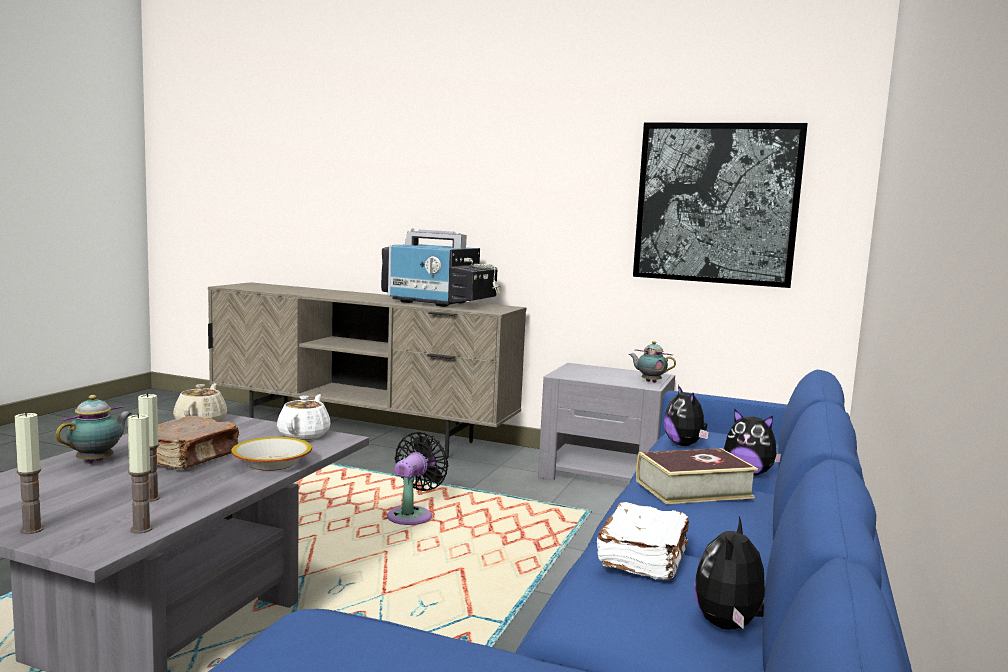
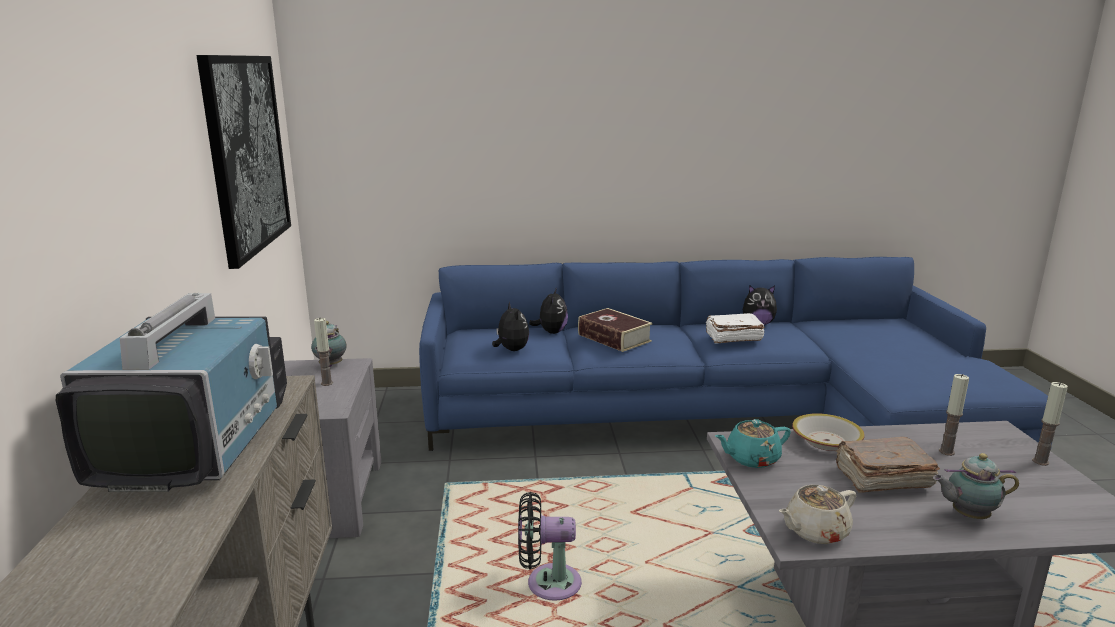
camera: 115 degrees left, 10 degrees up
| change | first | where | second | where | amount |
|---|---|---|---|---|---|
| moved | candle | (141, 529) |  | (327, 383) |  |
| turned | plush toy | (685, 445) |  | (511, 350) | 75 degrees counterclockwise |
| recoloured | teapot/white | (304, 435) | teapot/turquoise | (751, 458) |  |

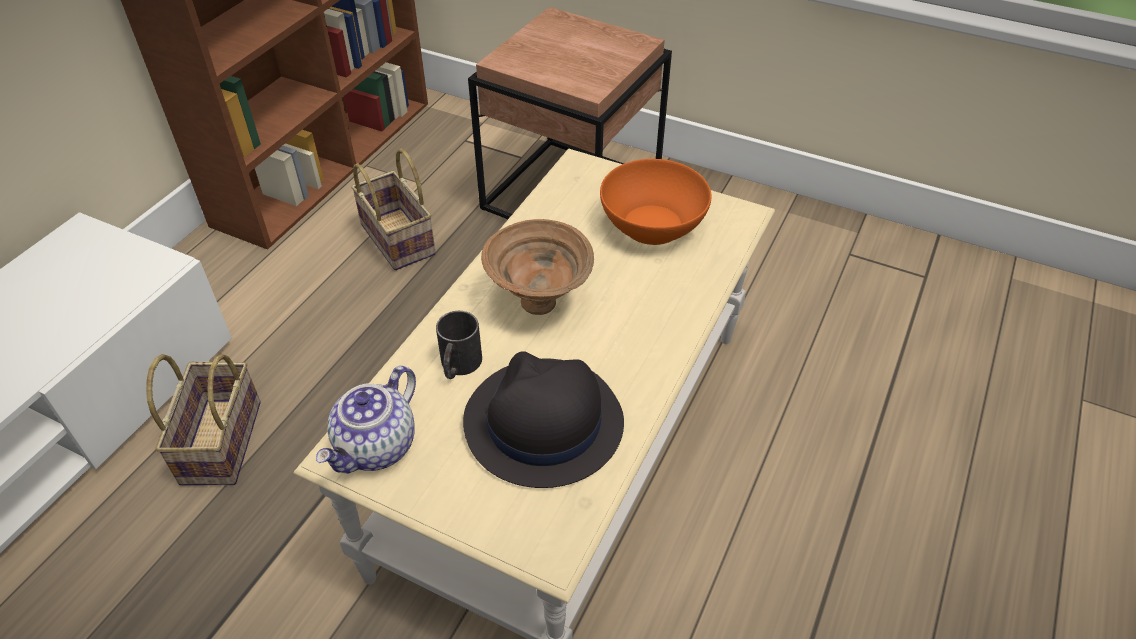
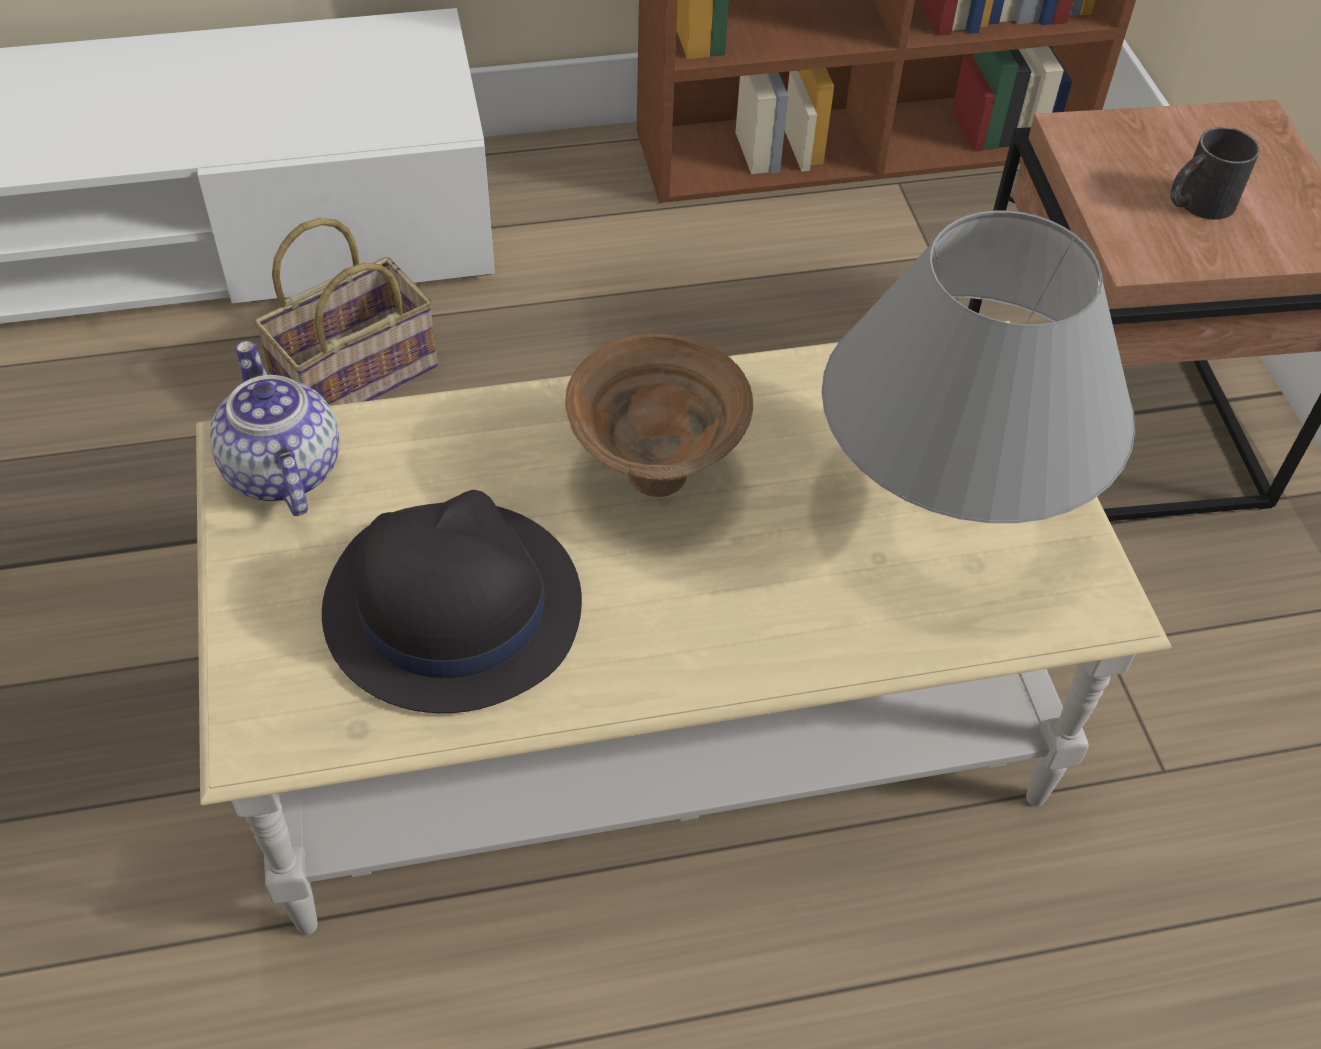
camera: 50 degrees right, 5 degrees up
| change | first | where | second | where | amount |
|---|---|---|---|---|---|
| turned | teapot | (377, 447) |  | (281, 470) | 75 degrees clockwise |
| replaced | bowl/orange | (652, 225) | table lamp/grey | (946, 509) |  |
| moved | mug/black | (458, 366) |  | (1197, 204) |  |
| removed | basket | (400, 240) |  |  |  |

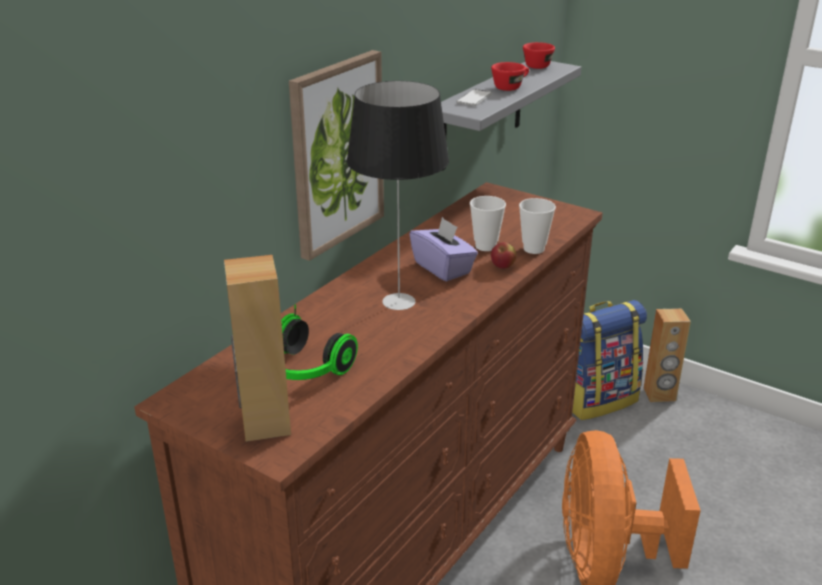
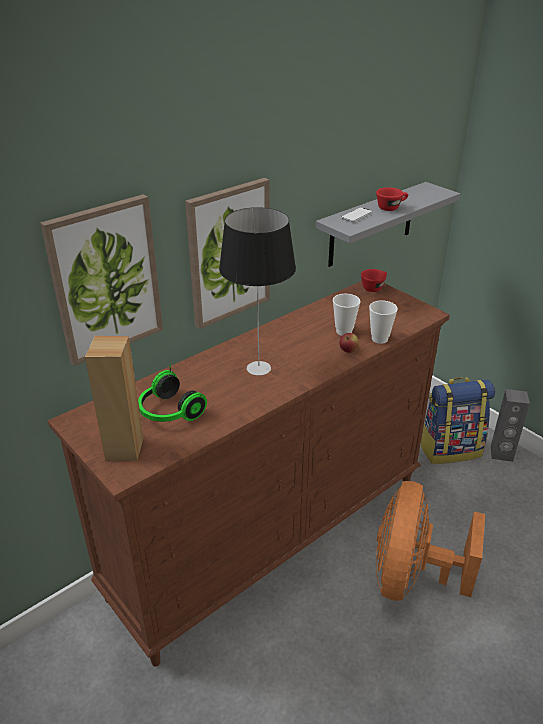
camera: 15 degrees right, 5 degrees up
| change | first | where | second | where | amount |
|---|---|---|---|---|---|
| added |  |  | picture | (105, 280) |  |
| moved | cup/red | (538, 65) |  | (374, 287) |  |
| recoloured | speaker/brown | (659, 394) | speaker/grey | (501, 454) |  |
| removed | tissue box/purple | (443, 268) |  |  |  |

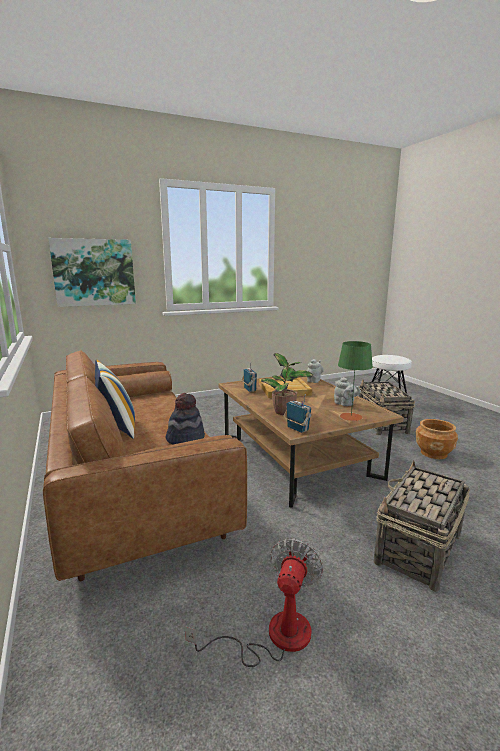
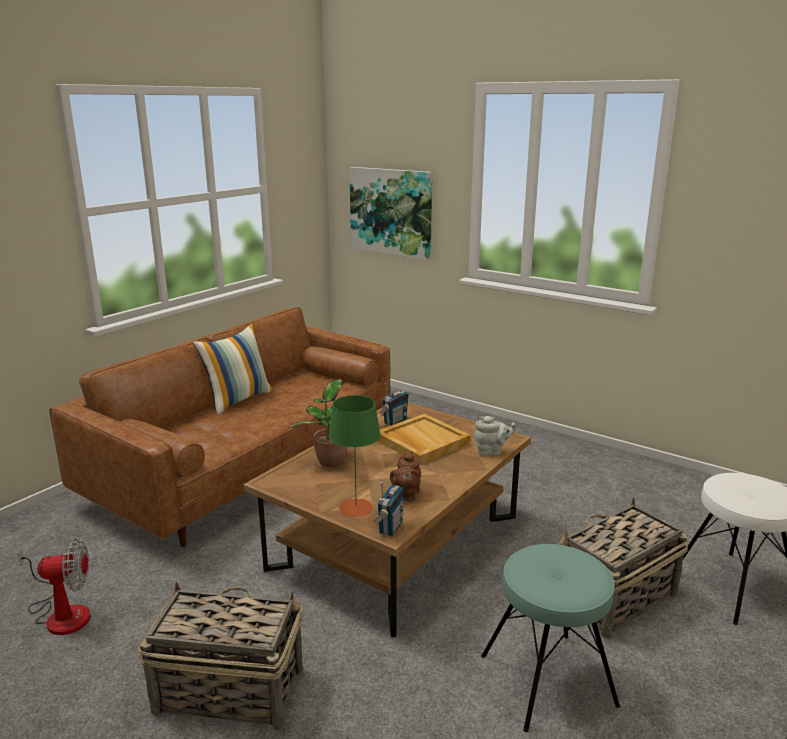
camera: 60 degrees right, 5 degrees up
| change | first | where | second | where | amount |
|---|---|---|---|---|---|
| moved | radio | (297, 429) |  | (390, 527) |  |
| recoloured | teapot/grey | (345, 404) | teapot/brown | (406, 495) |  |
| replaced | planter/brown | (434, 453) | stool/turquoise | (547, 680) |  |
| removed | hat | (185, 439) |  |  |  |

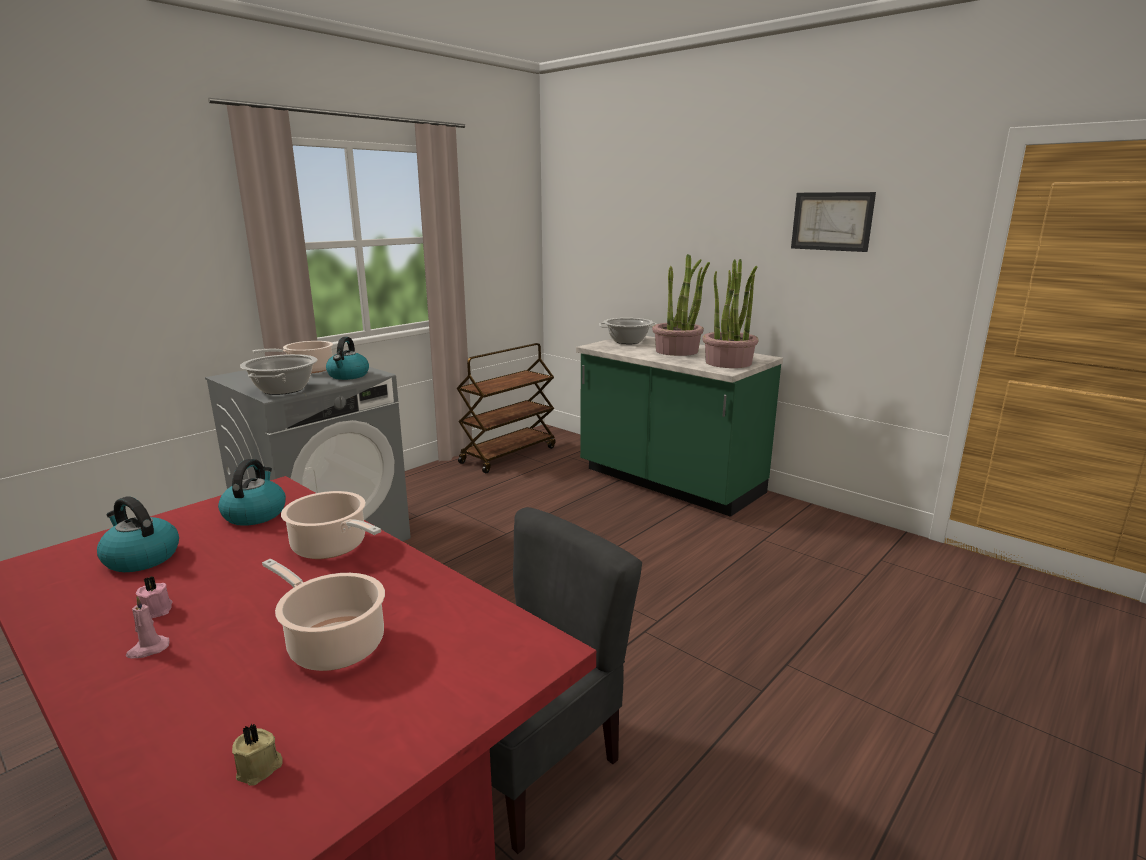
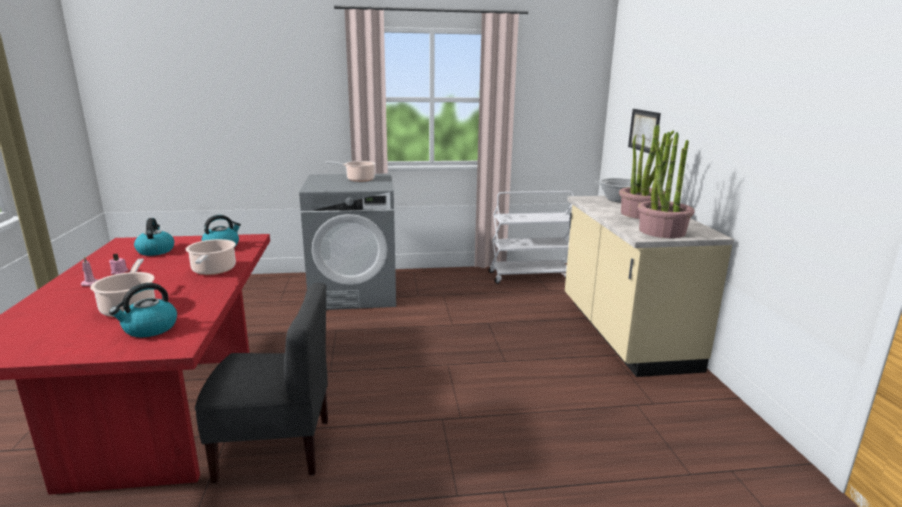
camera: 40 degrees right, 0 degrees up
| change | first | where | second | where | amount |
|---|---|---|---|---|---|
| moved | kettle | (348, 376) |  | (149, 329) |  |
| recoloured | cart/brown | (508, 454) | cart/white | (530, 276) |  |
| recoloured | counter/green | (669, 482) | counter/beige | (623, 333) |  |
| moved | picture | (831, 221) |  | (644, 130) |  |
| removed | candle/beige | (260, 769) |  |  |  |
| removed | cooking pot | (283, 389) |  |  |  |

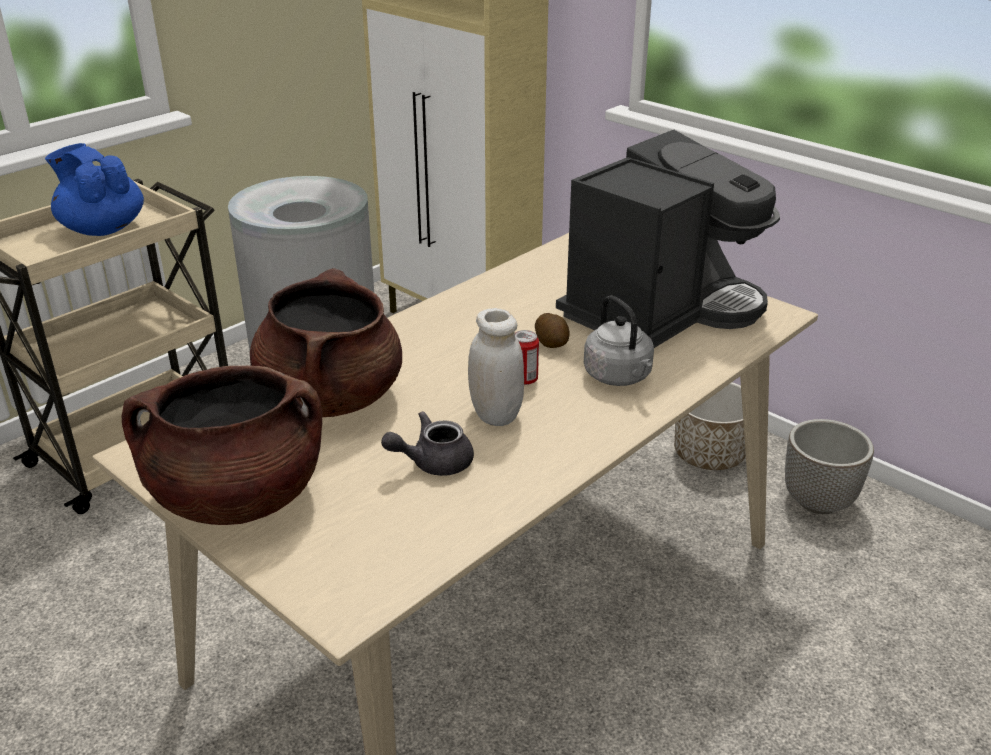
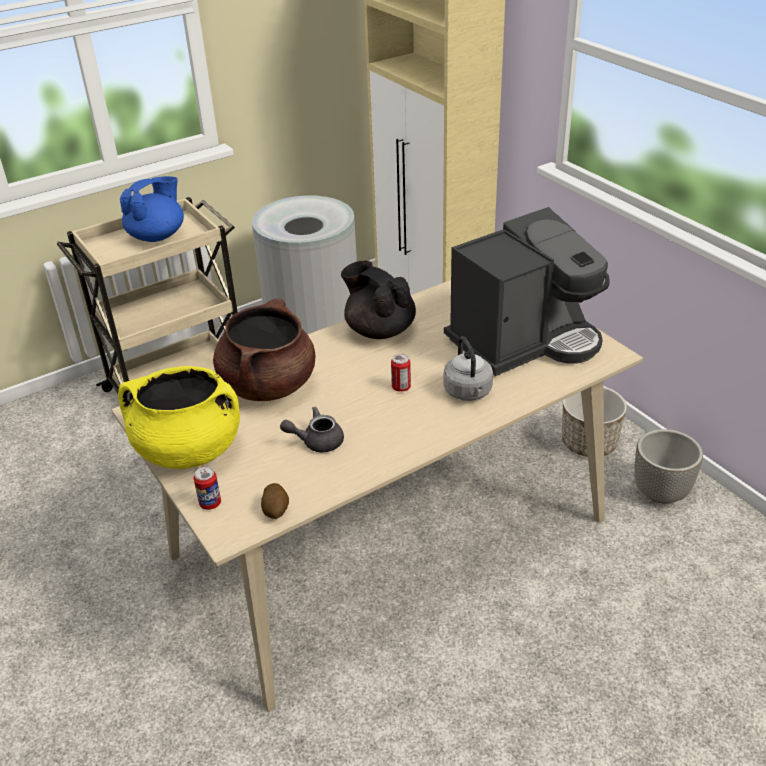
camera: 15 degrees right, 5 degrees up
| change | first | where | second | where | amount |
|---|---|---|---|---|---|
| recoloured | cooking pot/brown | (237, 498) | cooking pot/yellow | (188, 450) |  |
| turned | teapot/blue | (102, 229) |  | (157, 236) | 75 degrees clockwise |
| added |  |  | can | (210, 503) |  |
| moved | potato | (552, 343) |  | (276, 510) |  |
| added |  |  | teapot/black | (379, 330) |  |
| removed | jar/white | (496, 415) |  |  |  |

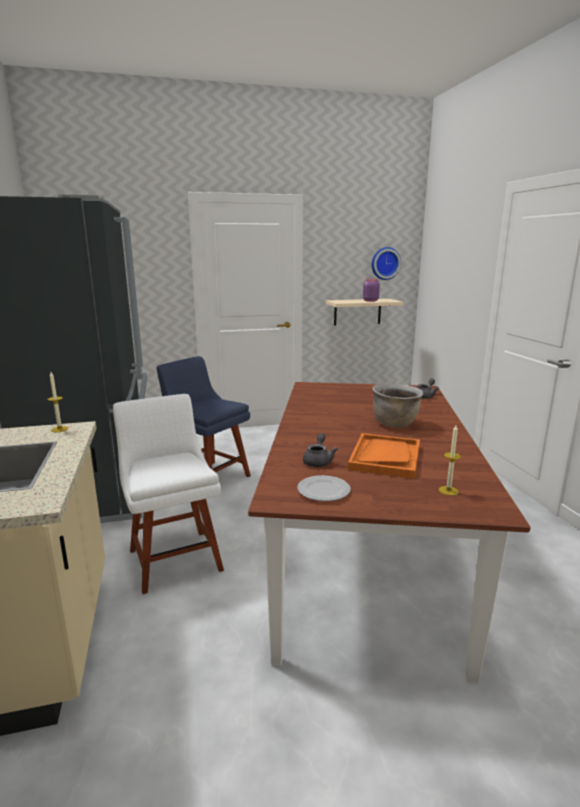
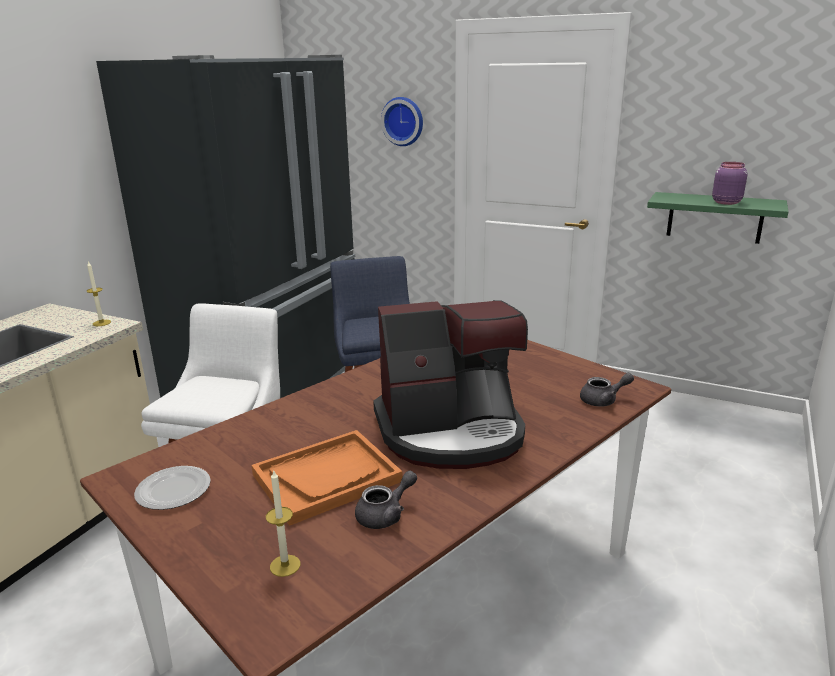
camera: 40 degrees right, 5 degrees up
| change | first | where | second | where | amount |
|---|---|---|---|---|---|
| moved | teapot/grey | (318, 461) |  | (386, 515) |  |
| replaced | cooking pot/brown | (395, 424) | coffee machine | (451, 432) |  |
| moved | wall clock | (385, 263) |  | (403, 121) |  |
| recoloured | shelf/beige | (357, 312) | shelf/green | (715, 217) |  |

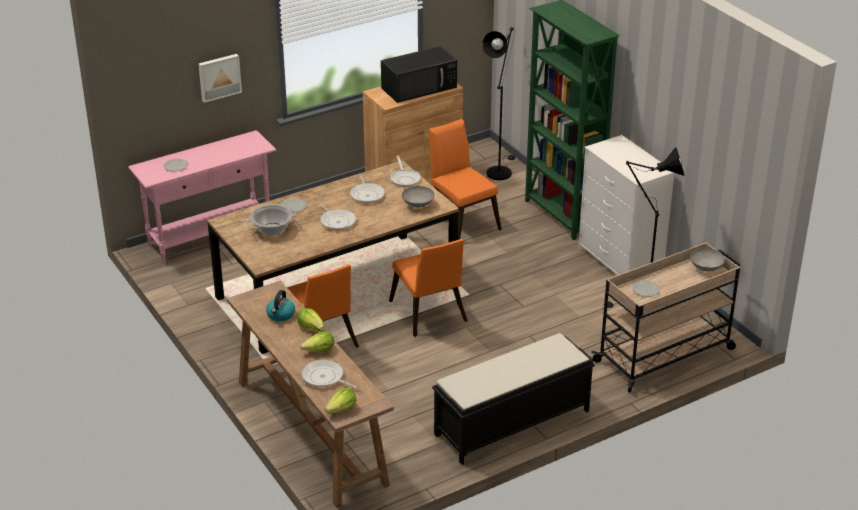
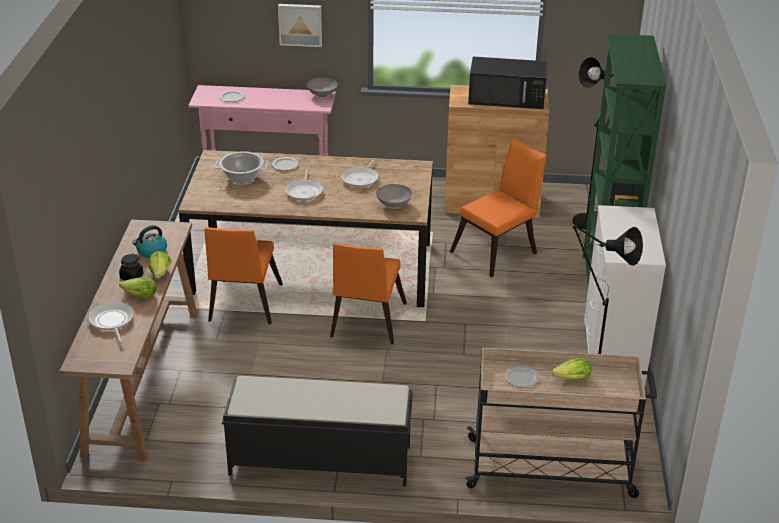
camera: 35 degrees right, 0 degrees up
| change | first | where | second | where | amount |
|---|---|---|---|---|---|
| added |  |  | jar/black | (131, 277) |  |
| moved | bowl/grey | (706, 268) |  | (322, 95) |  |
| turned | chair/orange | (461, 221) |  | (498, 251) | 45 degrees clockwise |
| moved | lettuce | (341, 409) |  | (572, 379) |  |
| removed | frying pan | (405, 179) |  |  |  |

